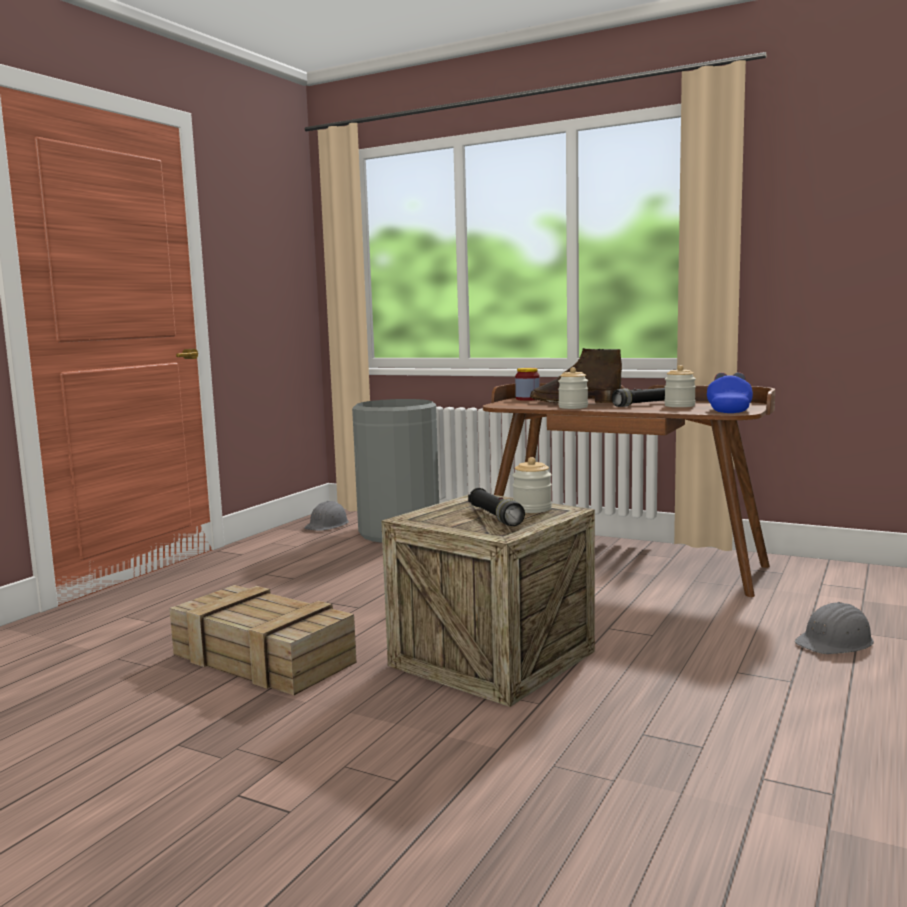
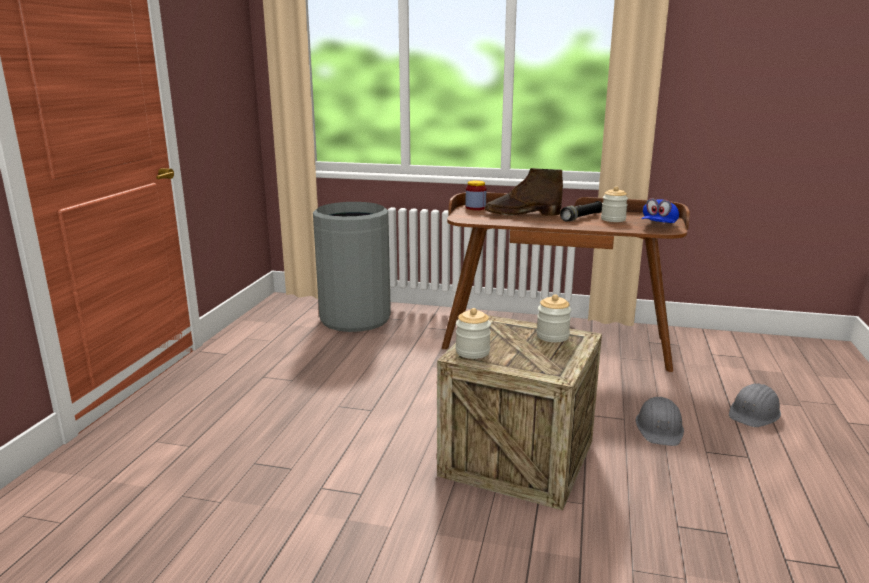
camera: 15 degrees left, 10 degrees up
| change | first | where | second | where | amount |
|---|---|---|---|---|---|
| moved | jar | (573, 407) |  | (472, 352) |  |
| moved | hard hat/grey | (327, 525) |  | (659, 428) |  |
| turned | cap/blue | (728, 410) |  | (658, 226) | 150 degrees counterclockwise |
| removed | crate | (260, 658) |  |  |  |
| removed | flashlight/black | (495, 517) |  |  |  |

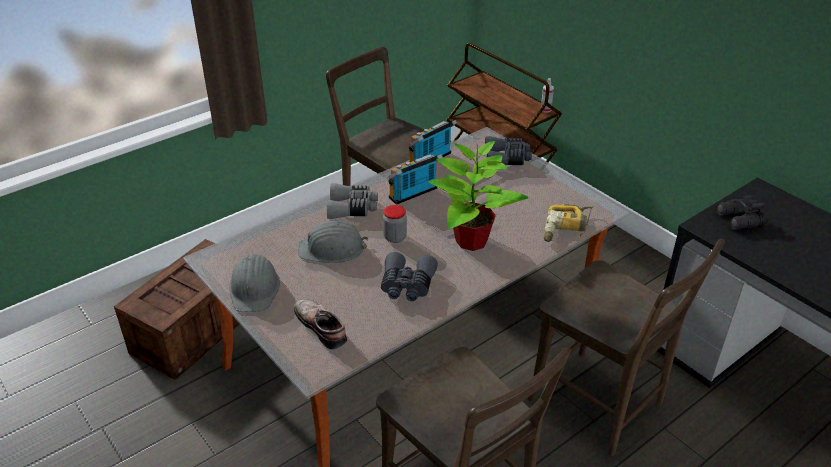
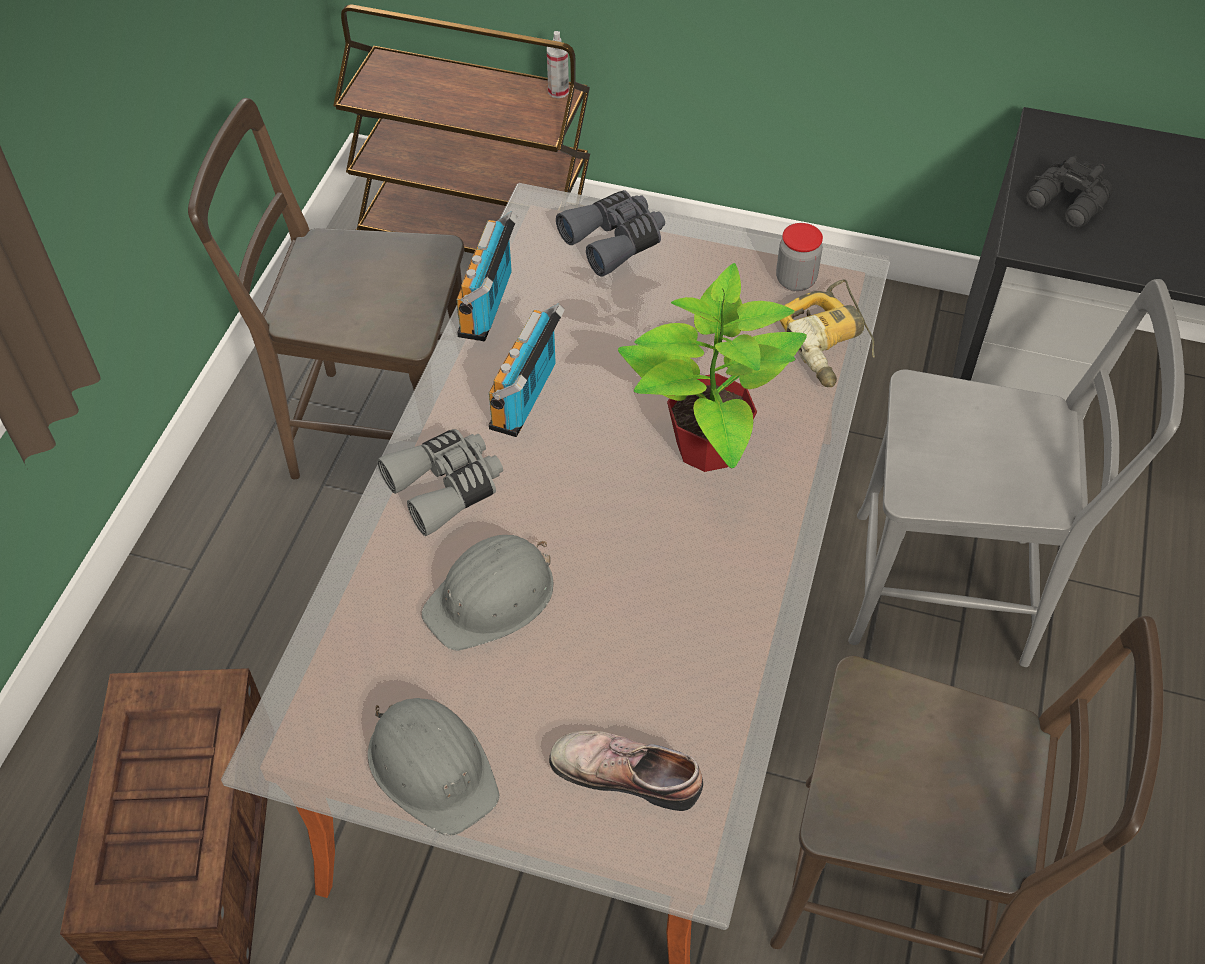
camera: 35 degrees left, 15 degrees up
| change | first | where | second | where | amount |
|---|---|---|---|---|---|
| moved | jar | (395, 237) |  | (795, 280) |  |
| recoloured | chair/brown | (601, 406) | chair/grey | (954, 590) |  |
| removed | binoculars/grey | (407, 285) |  |  |  |

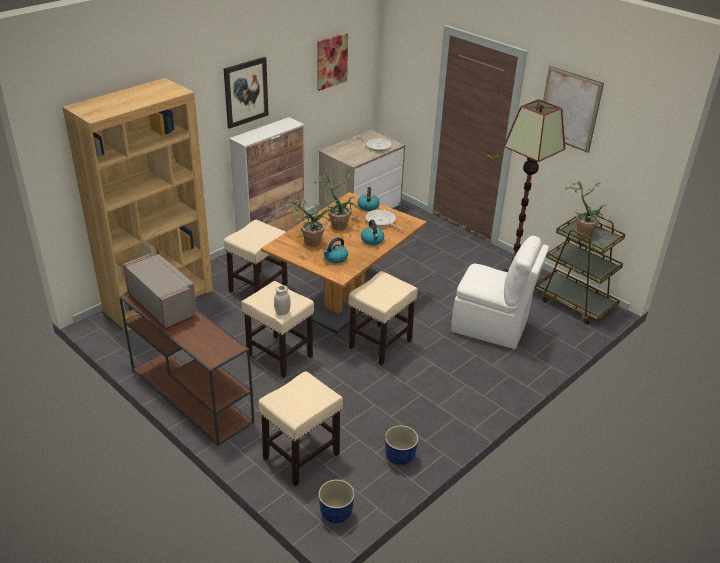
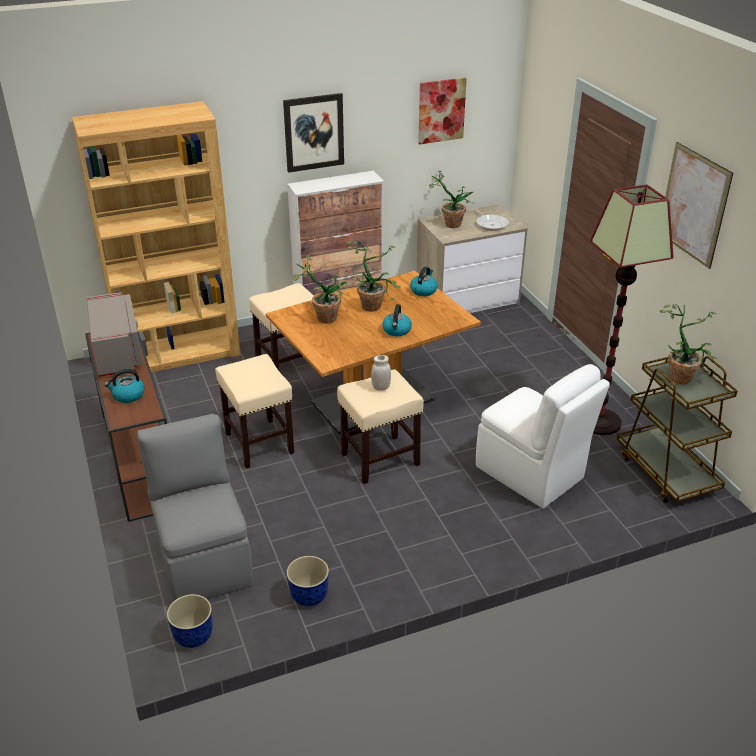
camera: 25 degrees right, 0 degrees up
| change | first | where | second | where | amount |
|---|---|---|---|---|---|
| moved | kettle | (335, 258) |  | (128, 395) |  |
| replaced | stool/beige | (302, 455) | chair/grey | (204, 559) |  |
| moved | jar/white | (282, 312) |  | (381, 387) |  |
| added |  |  | potted plant | (449, 223) |  |
| removed | frying pan | (382, 221) |  |  |  |

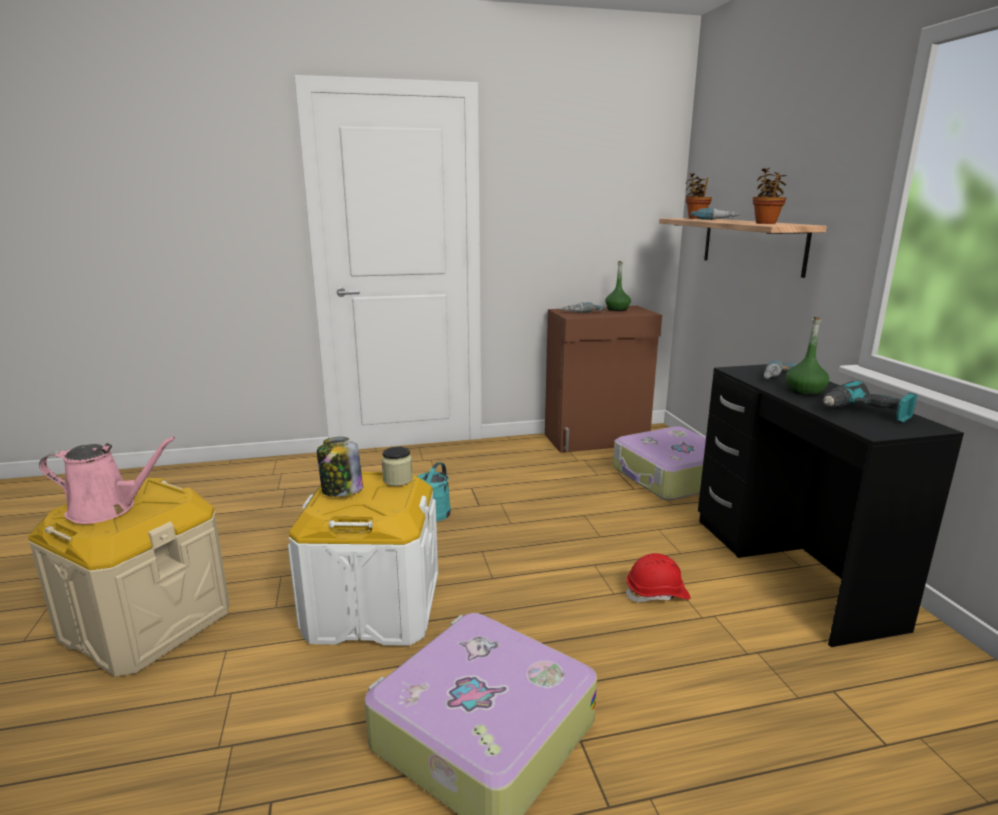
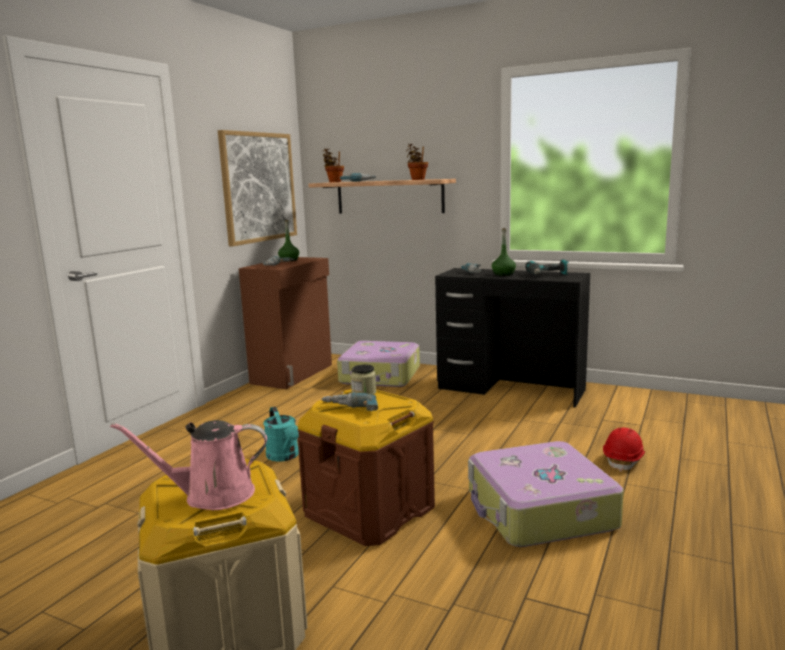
camera: 50 degrees left, 5 degrees down
| change | first | where | second | where | amount |
|---|---|---|---|---|---|
| turned | watering can/pink | (108, 509) |  | (212, 495) | 135 degrees counterclockwise |
| added |  |  | picture | (258, 187) |  |
| recoloured | storage box/white | (373, 608) | storage box/brown | (370, 510) |  |
| replaced | jar | (341, 490) | power drill | (349, 410) |  |
| moved | hard hat/red | (657, 594) |  | (624, 460) |  |

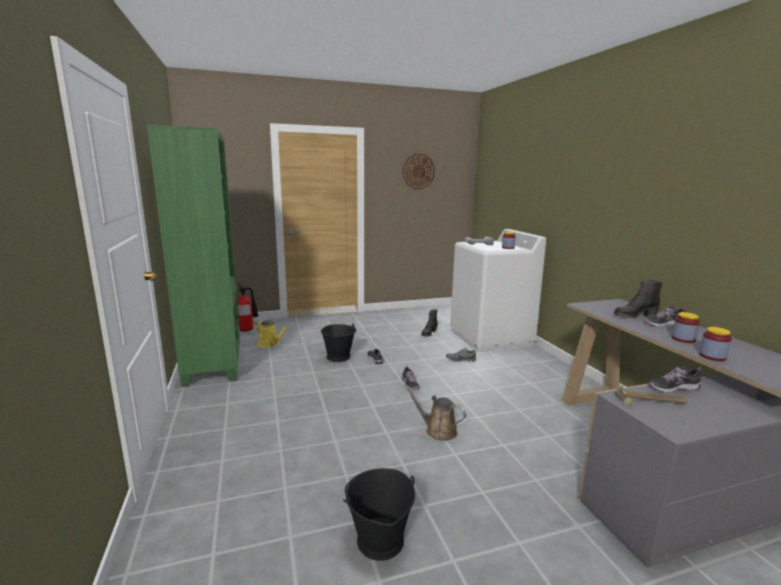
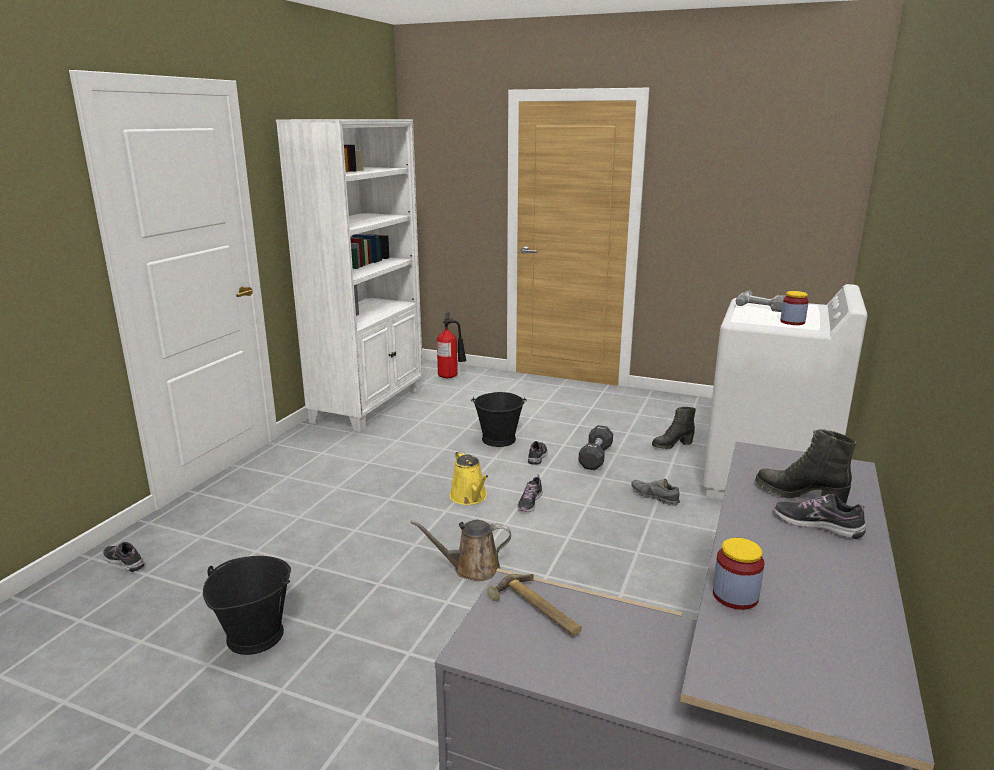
camera: 40 degrees right, 5 degrees up
| change | first | where | second | where | amount |
|---|---|---|---|---|---|
| moved | shoe | (673, 388) |  | (124, 562) |  |
| recoloured | bookcase/green | (214, 362) | bookcase/white | (369, 405) |  |
| turned | watering can/brown | (438, 430) |  | (471, 568) | 75 degrees counterclockwise |
| moved | watering can/yellow | (270, 344) |  | (470, 497) |  |
| added |  |  | dumbbell/black | (595, 457) |  |
| removed | wall clock | (418, 171) |  |  |  |
| removed | jar | (683, 339) |  |  |  |

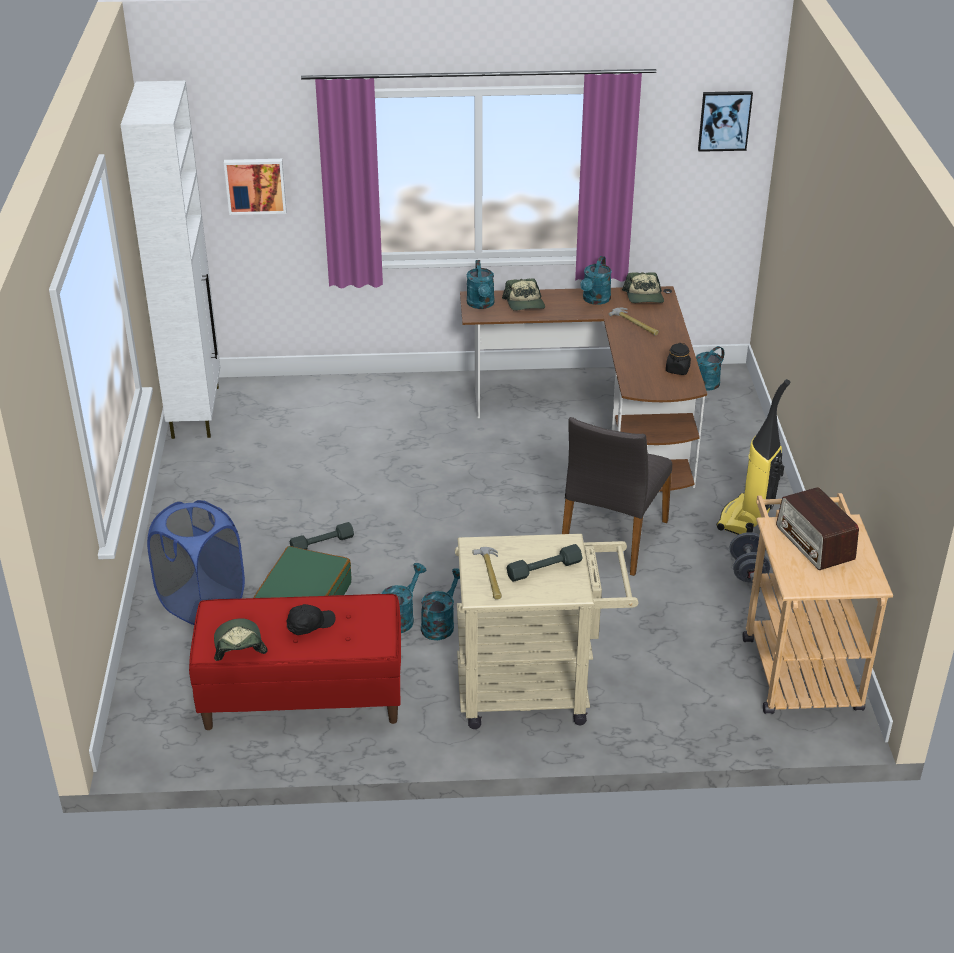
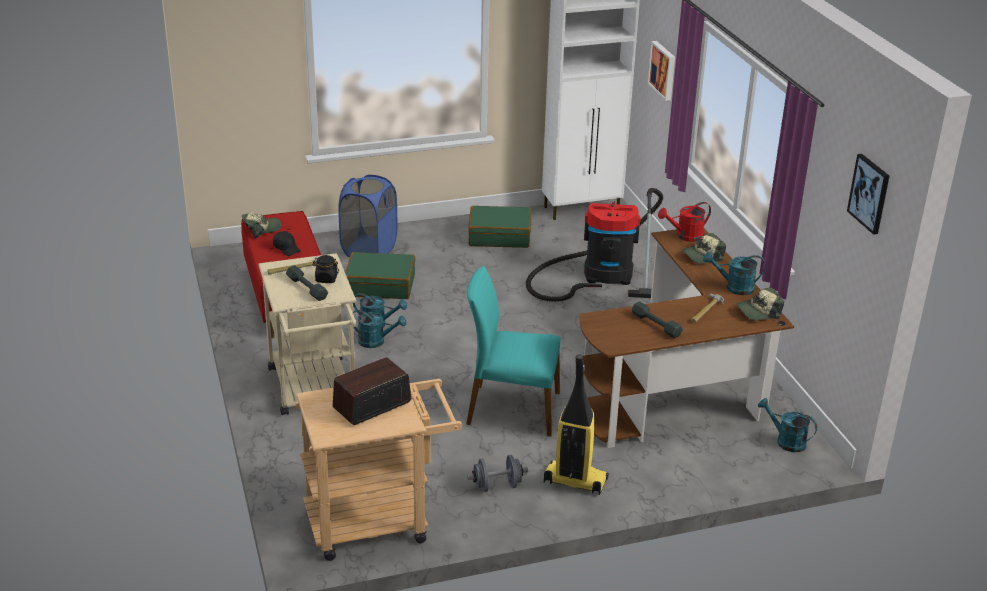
camera: 75 degrees right, 5 degrees down
| change | first | where | second | where | amount |
|---|---|---|---|---|---|
| moved | jar/black | (677, 370) |  | (326, 279) |  |
| recoloured | chair/grey | (612, 538) | chair/turquoise | (512, 408) |  |
| added |  |  | suitcase/green | (499, 236) |  |
| added |  |  | vacuum cleaner | (602, 275) |  |
| moved | dumbbell/grey | (322, 543) |  | (656, 325) |  |
| recoloured | watering can/turquoise | (481, 304) | watering can/red | (685, 236) |  |

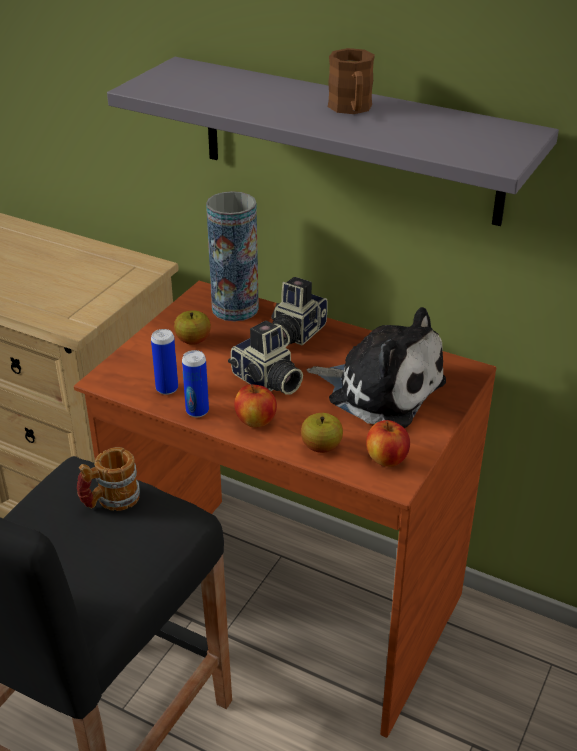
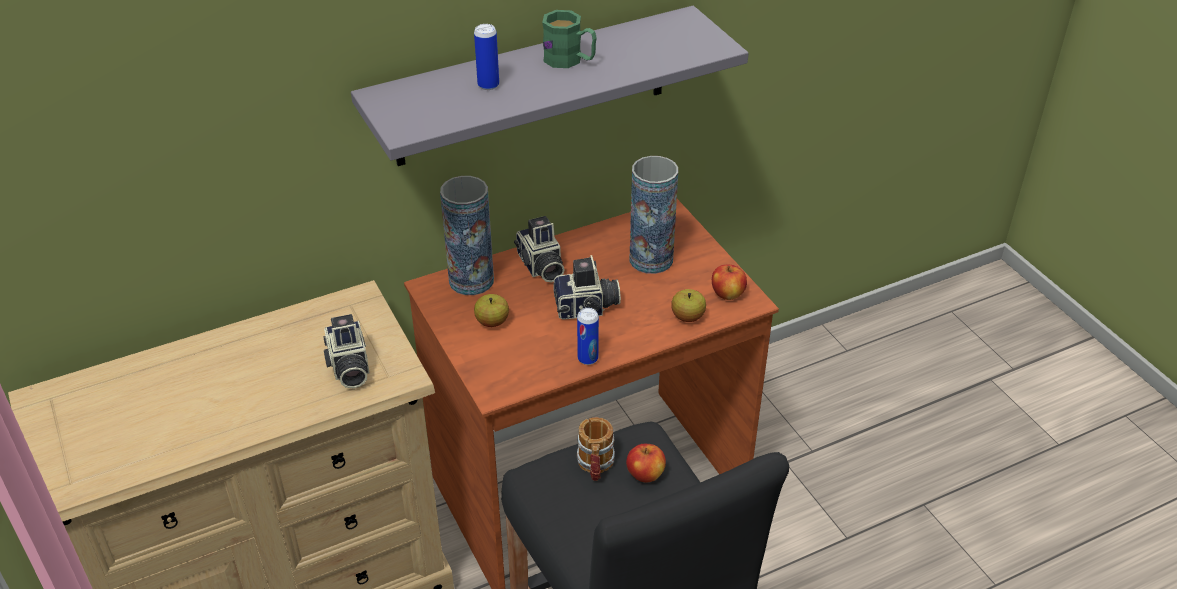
camera: 55 degrees left, 5 degrees up
| change | first | where | second | where | amount |
|---|---|---|---|---|---|
| added |  |  | photo camera | (348, 368) |  |
| moved | can | (167, 388) |  | (488, 85) |  |
| recoloured | mug/brown | (351, 109) | mug/green | (570, 60) |  |
| moved | apple | (256, 421) |  | (645, 474) |  |
| replaced | plush toy | (380, 389) | vase | (651, 259) |  |

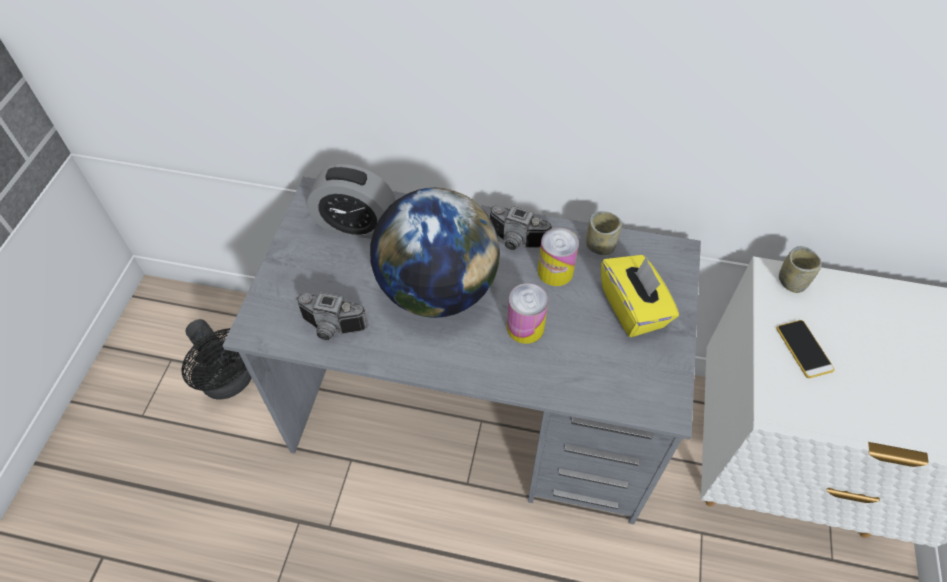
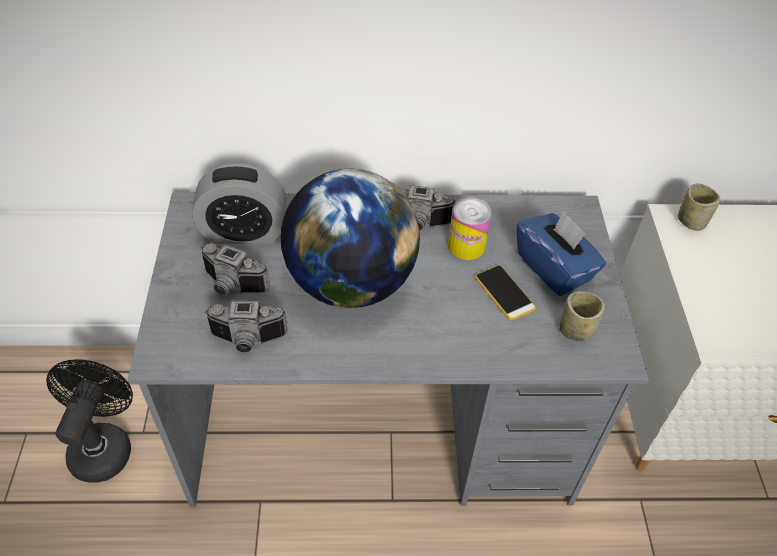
camera: 15 degrees left, 5 degrees down
| change | first | where | second | where | amount |
|---|---|---|---|---|---|
| turned | fan/black | (231, 382) |  | (104, 445) | 120 degrees counterclockwise |
| added |  |  | photo camera | (231, 286) |  |
| moved | phone | (804, 349) |  | (504, 293) |  |
| recoloured | tissue box/yellow | (633, 308) | tissue box/blue | (554, 268) |  |
| moved | cup | (600, 246) |  | (576, 330) |  |
| removed | can | (525, 327) |  |  |  |

